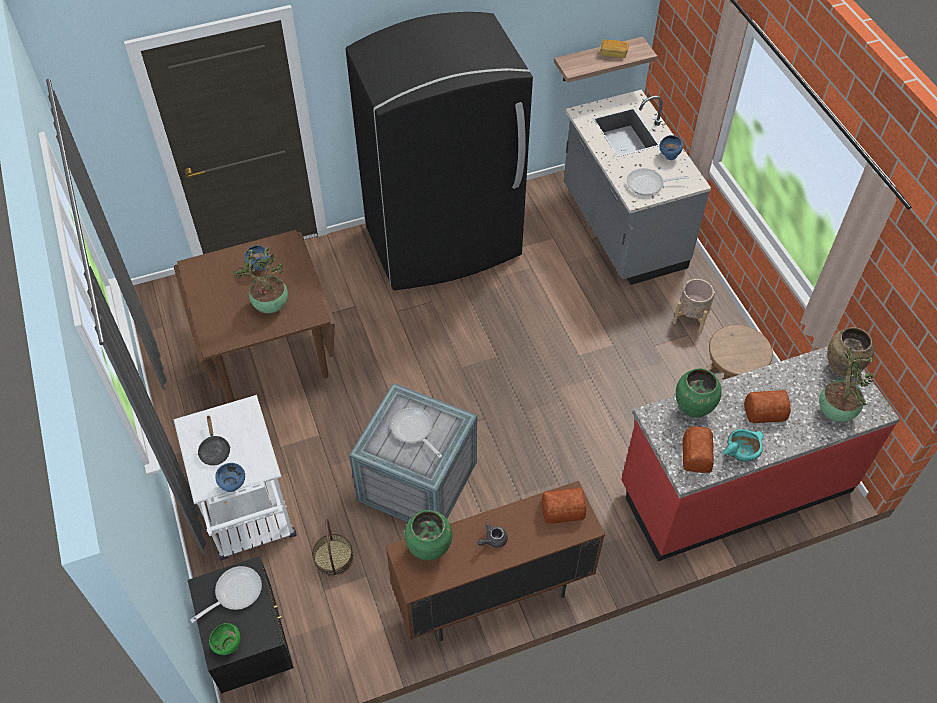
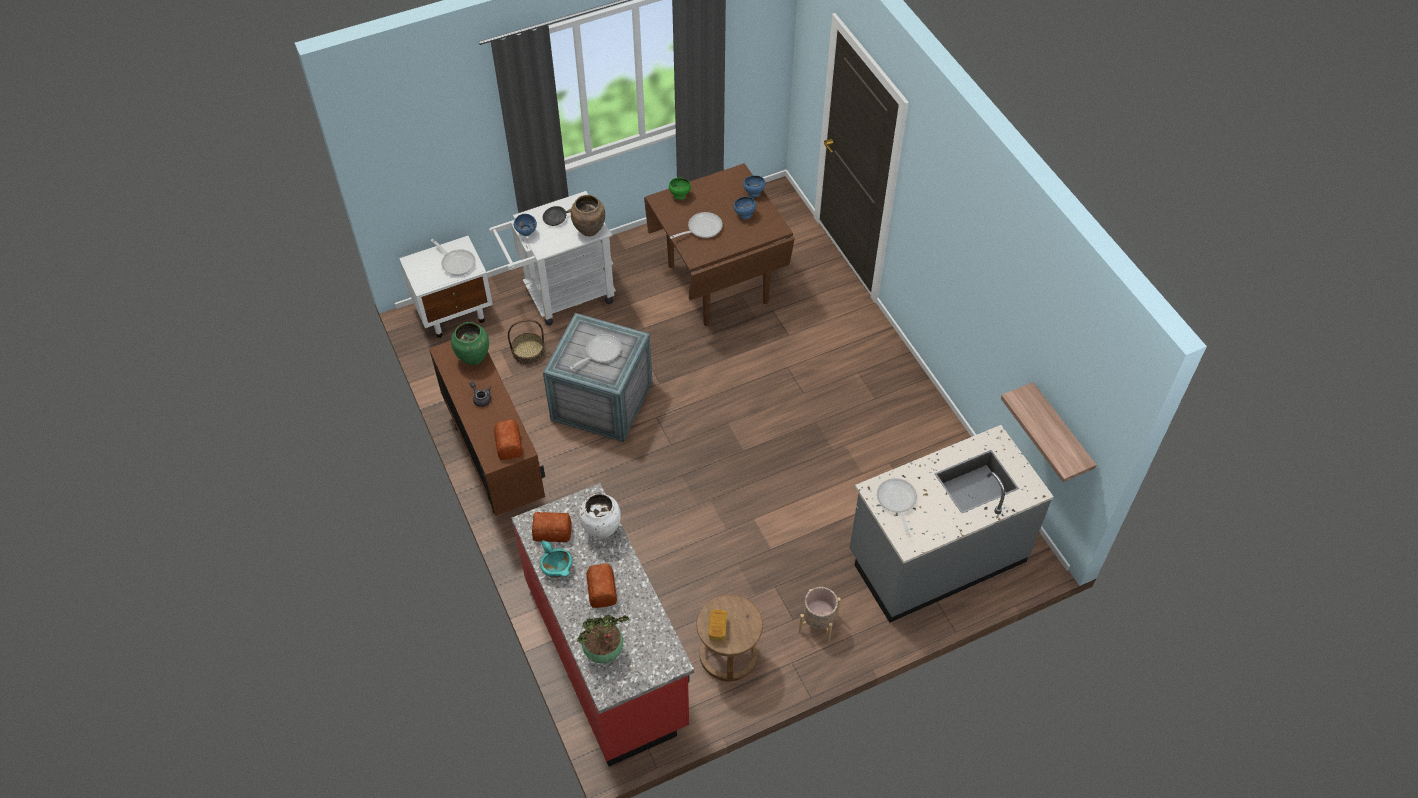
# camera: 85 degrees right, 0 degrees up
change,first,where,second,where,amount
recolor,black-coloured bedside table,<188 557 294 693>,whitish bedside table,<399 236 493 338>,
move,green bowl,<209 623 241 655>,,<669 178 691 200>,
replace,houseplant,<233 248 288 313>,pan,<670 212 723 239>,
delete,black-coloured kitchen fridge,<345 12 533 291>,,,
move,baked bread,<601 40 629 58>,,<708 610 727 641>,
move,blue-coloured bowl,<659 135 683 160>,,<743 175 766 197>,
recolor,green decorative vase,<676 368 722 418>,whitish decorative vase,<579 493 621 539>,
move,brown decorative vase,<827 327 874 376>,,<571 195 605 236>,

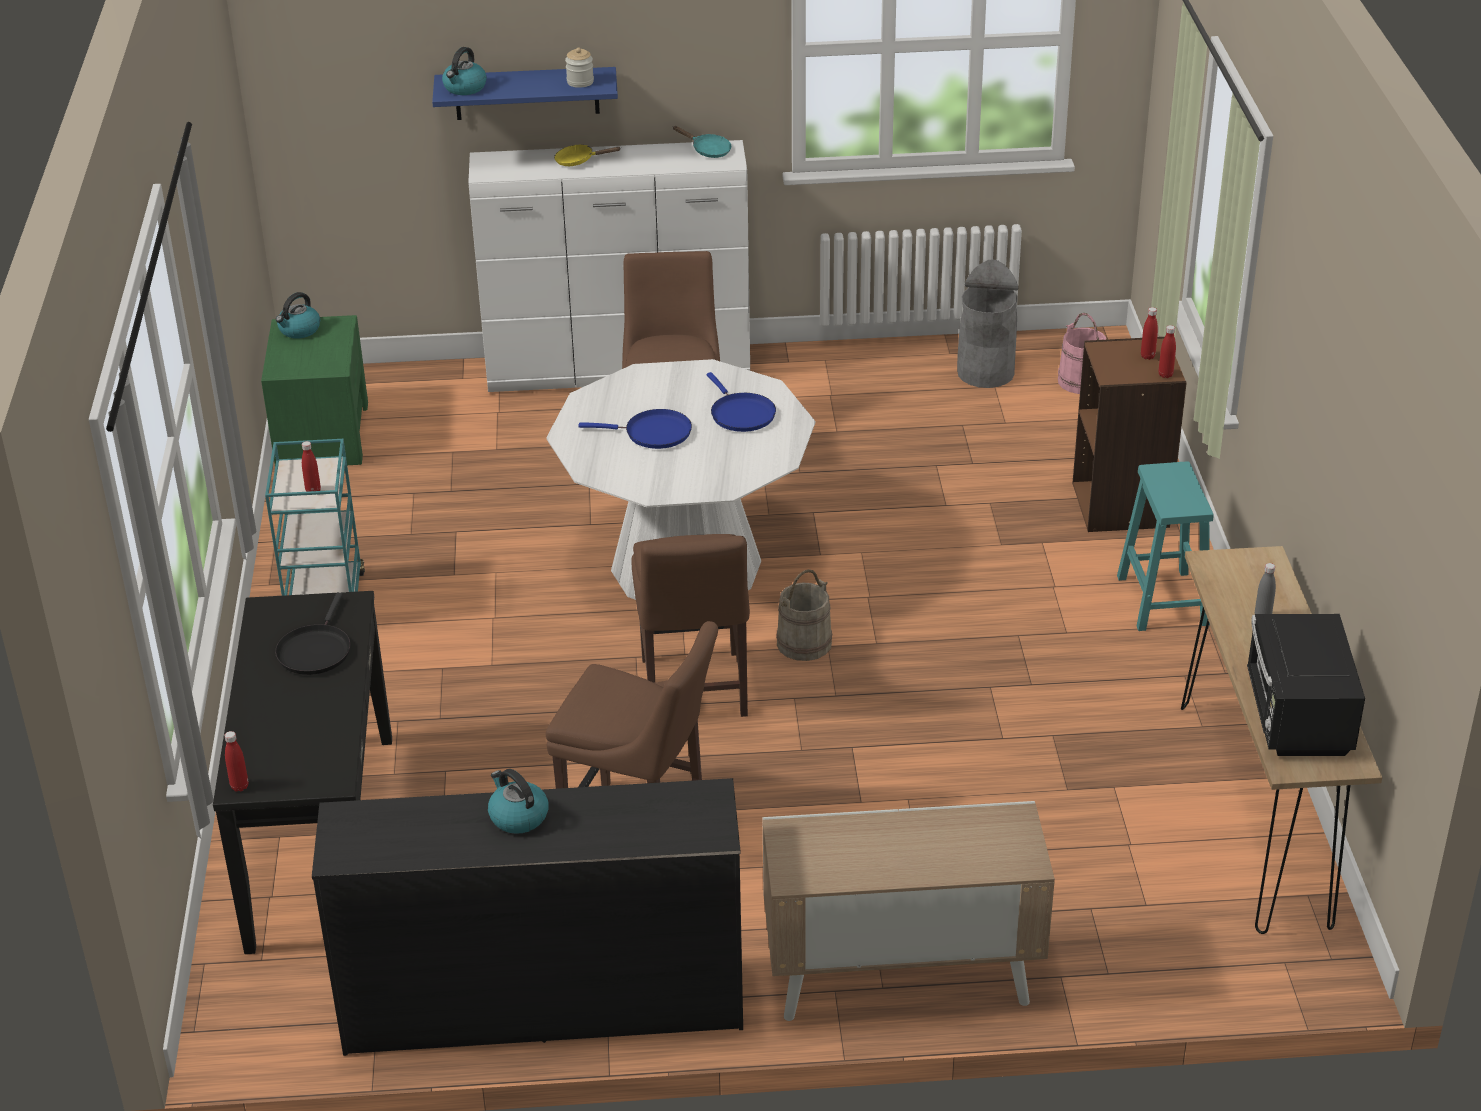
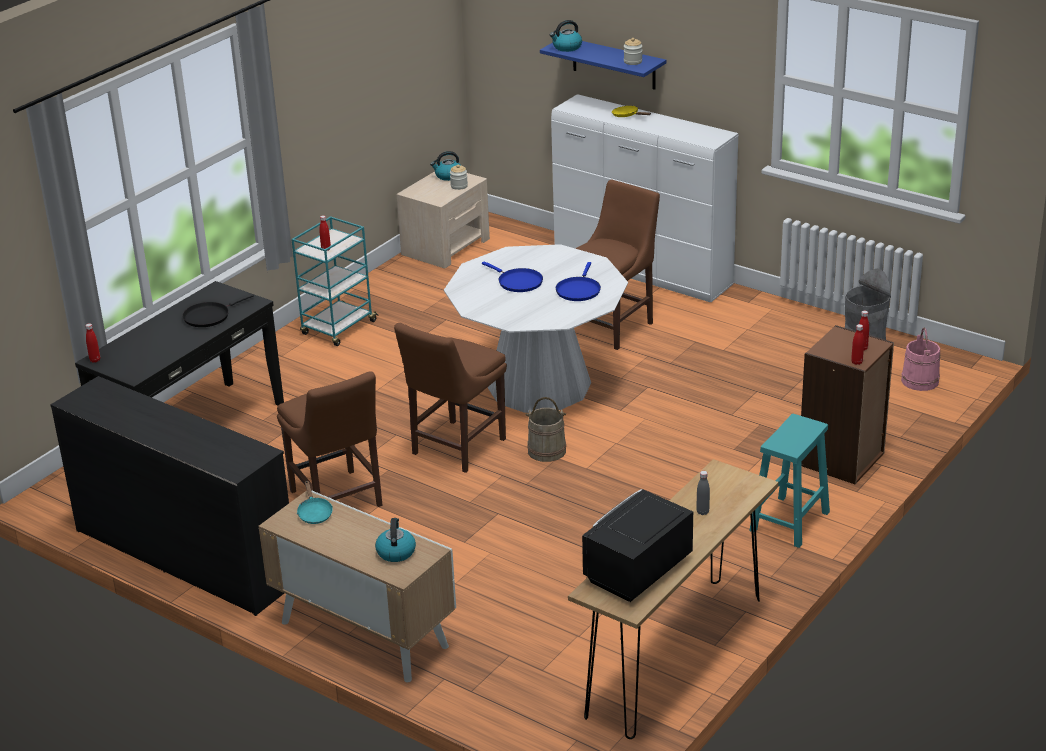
# camera: 40 degrees right, 5 degrees down
change,first,where,second,where,amount
recolor,green bedside table,<261 315 368 465>,sand-coloured bedside table,<396 171 490 268>,
move,kettle,<488 769 548 834>,,<375 518 416 562>,
move,turquoise-coloured pan,<673 126 731 158>,,<297 481 333 524>,
insert,,,jar,<450 165 468 190>,

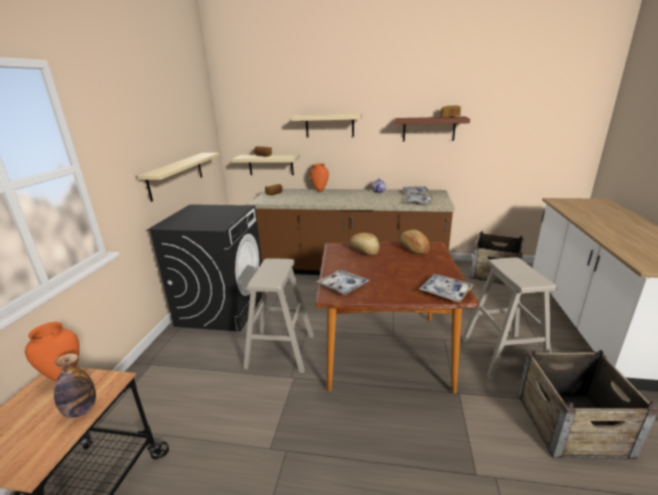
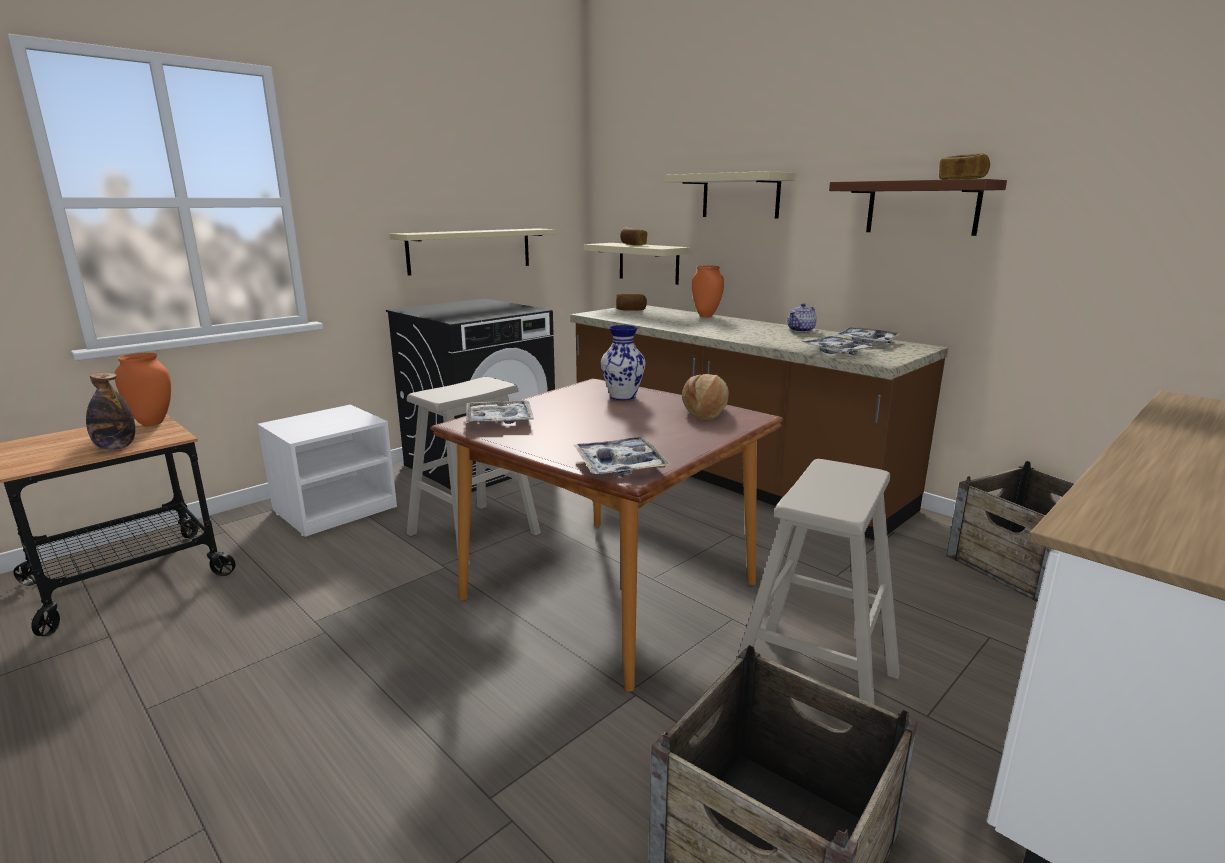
# camera: 35 degrees right, 5 degrees down
change,first,where,second,where,amount
replace,baked bread,<349 232 380 255>,decorative vase,<601 325 646 400>,
insert,,,whitish bedside table,<257 405 397 537>,

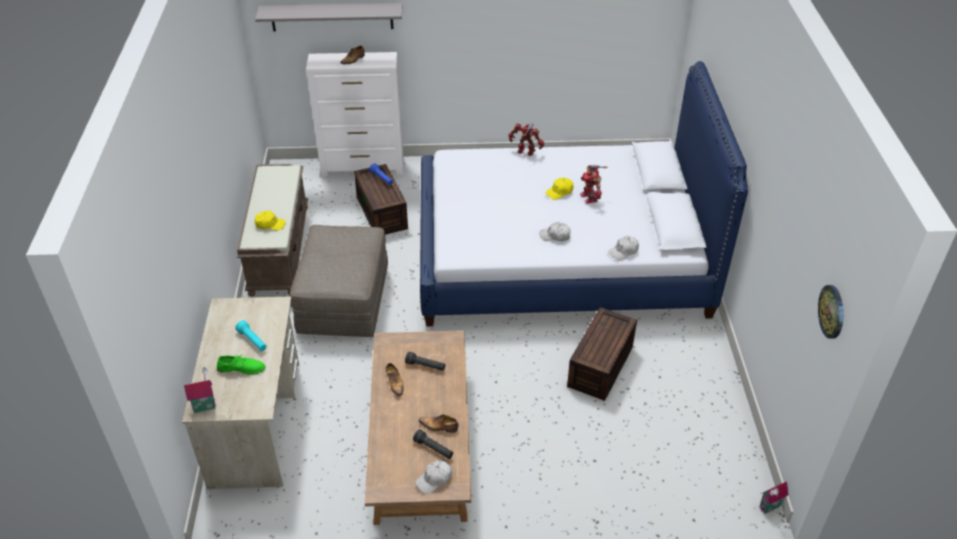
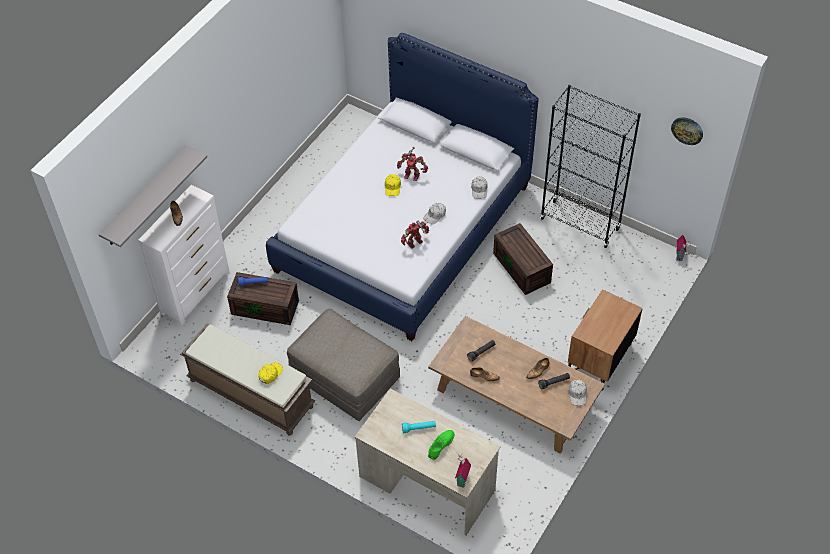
# camera: 55 degrees left, 10 degrees up
change,first,where,second,where,amount
move,model robot,<509 123 544 156>,,<401 220 429 248>,
insert,,,black-coloured bookshelf,<540 85 641 248>,
insert,,,brown bedside table,<568 289 643 390>,

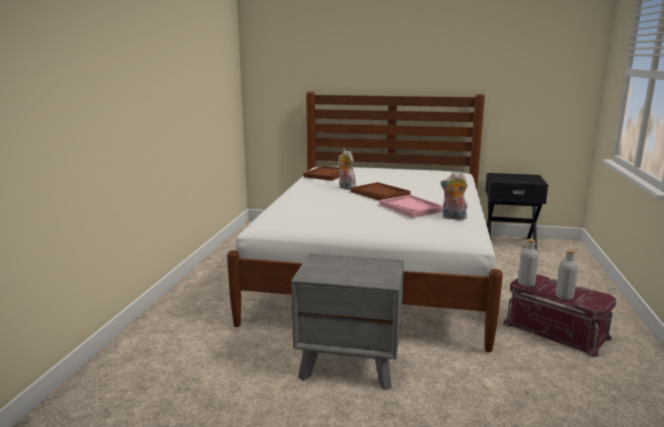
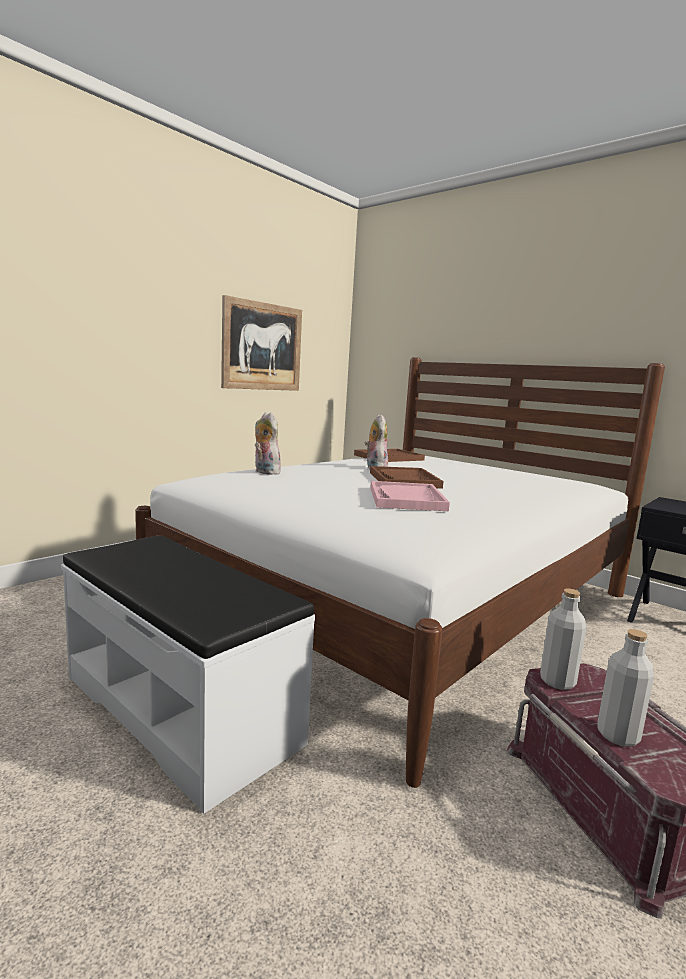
# camera: 30 degrees right, 5 degrees down
change,first,where,second,where,amount
replace,gray bedside table,<291 253 404 390>,whitish bench,<61 535 315 814>,
move,cuddly toy,<440 173 468 221>,,<255 412 283 475>,
insert,,,picture,<221 295 302 391>,

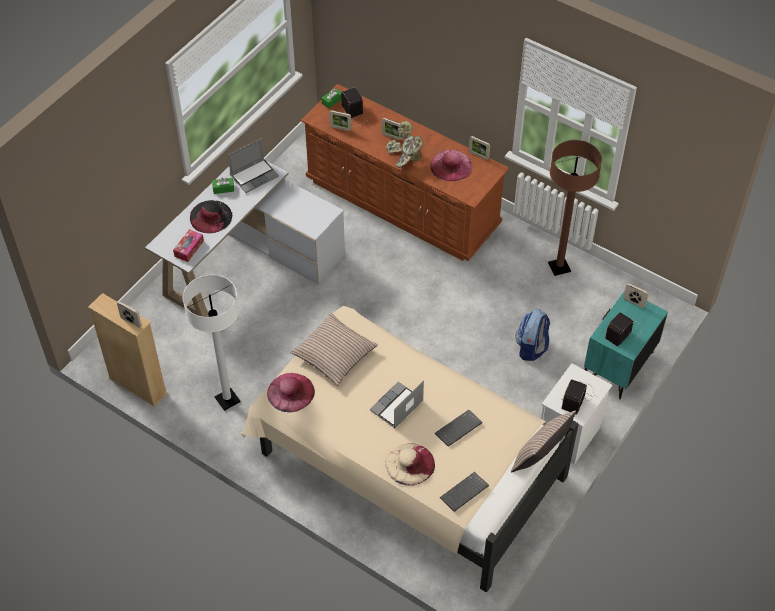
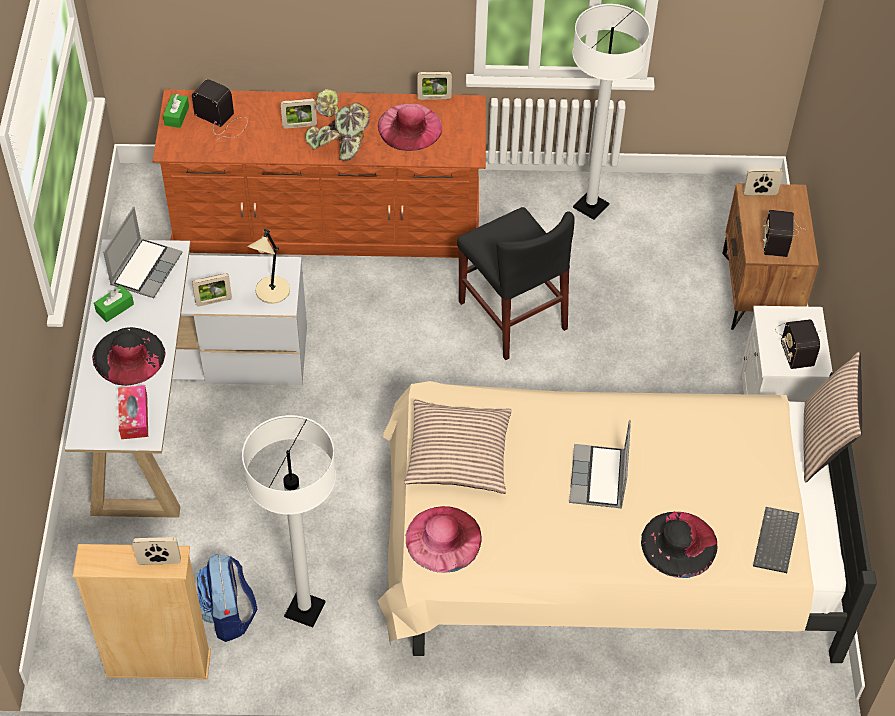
# camera: 35 degrees left, 0 degrees up
change,first,where,second,where,amount
move,standing frame,<329 110 351 131>,,<192 273 232 306>,
recolor,sand-coloured wearable hat,<386 443 435 486>,black-coloured wearable hat,<641 512 717 578>,
delete,PC keyboard,<435 410 483 447>,,,
move,rucksack,<515 309 550 361>,,<197 554 257 642>,
recolor,brown standing lamp,<548 140 602 276>,whitish standing lamp,<572 4 650 220>,
recolor,turquoise-coloured bedside table,<584 291 668 399>,brown bedside table,<722 183 819 330>,
insert,,,sand-coloured lamp for a table,<247 229 290 304>,
insert,,,black-coloured chair,<457 207 575 360>,

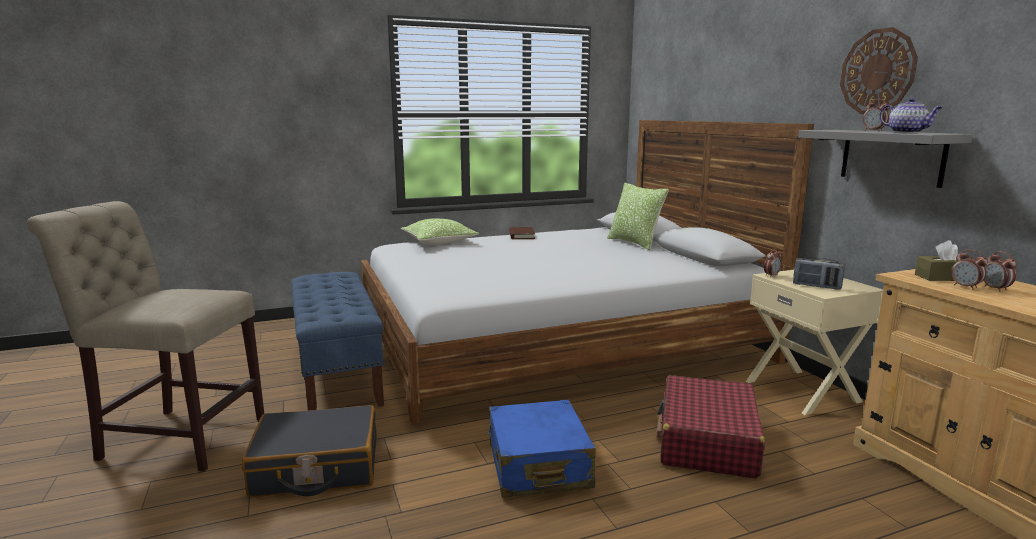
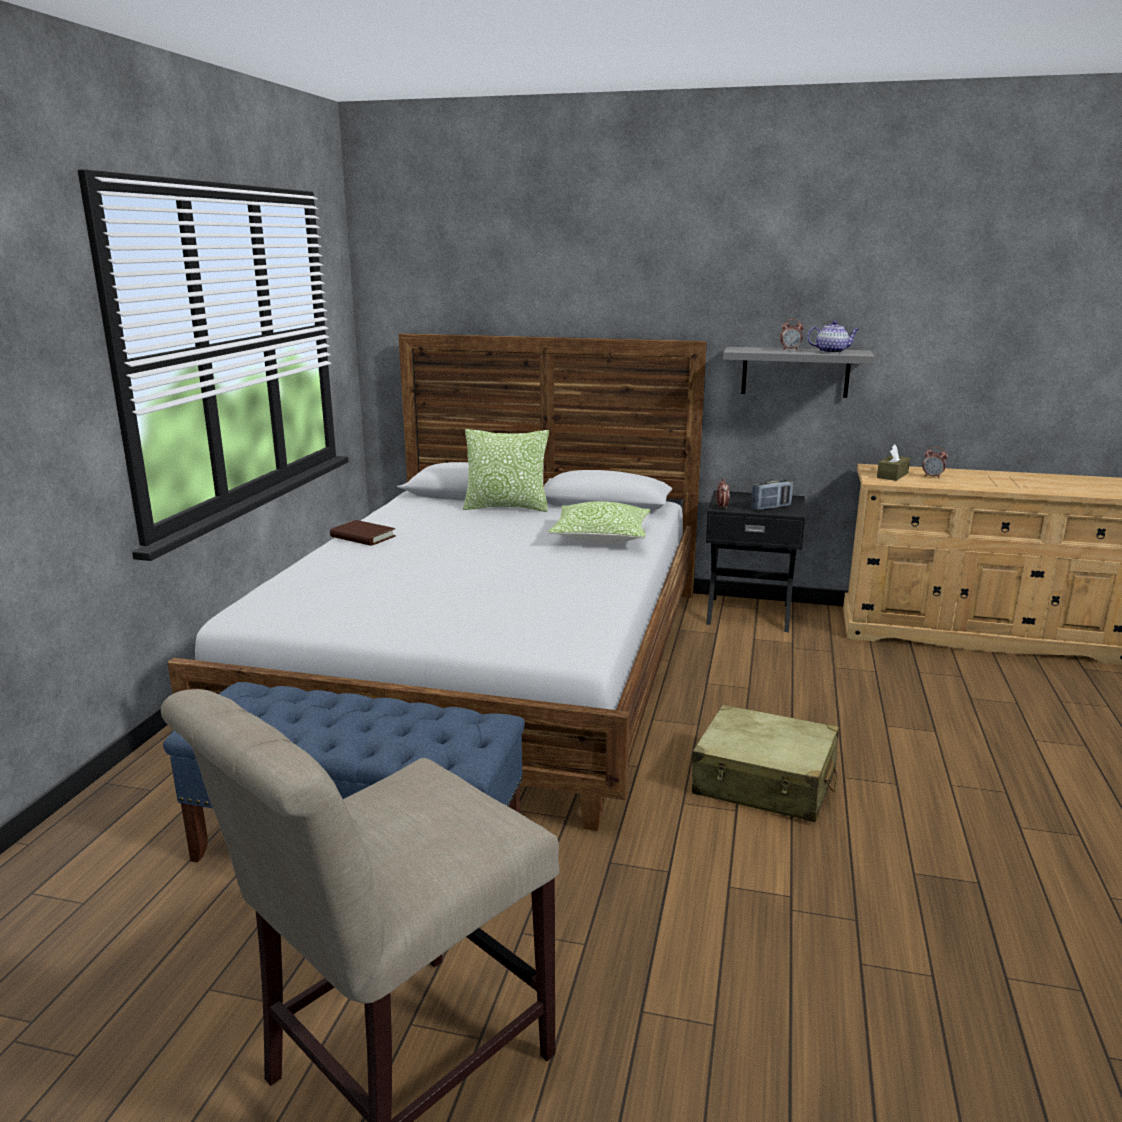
# camera: 55 degrees left, 5 degrees up
change,first,where,second,where,amount
delete,black-coloured suitcase,<242 405 377 497>,,,
move,pillow,<401 219 479 245>,,<548 501 650 543>,
recolor,blue-coloured suitcase,<488 400 596 498>,sand-coloured suitcase,<692 705 839 822>,
delete,red-coloured suitcase,<656 375 765 479>,,,
recolor,sand-coloured bedside table,<746 270 883 415>,black-coloured bedside table,<706 491 805 632>,
delete,wall clock,<840 27 918 114>,,,
delete,alarm clock,<951 250 988 290>,,,

